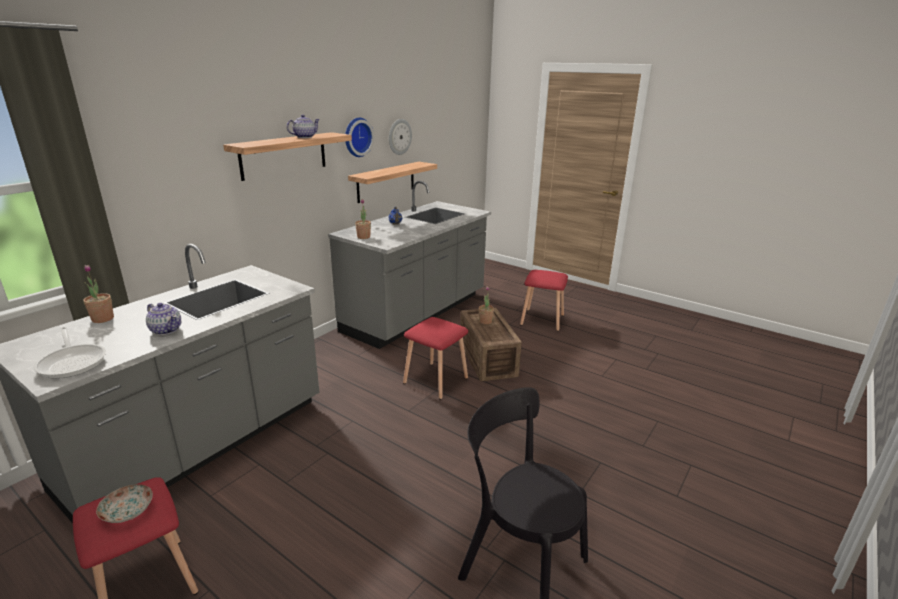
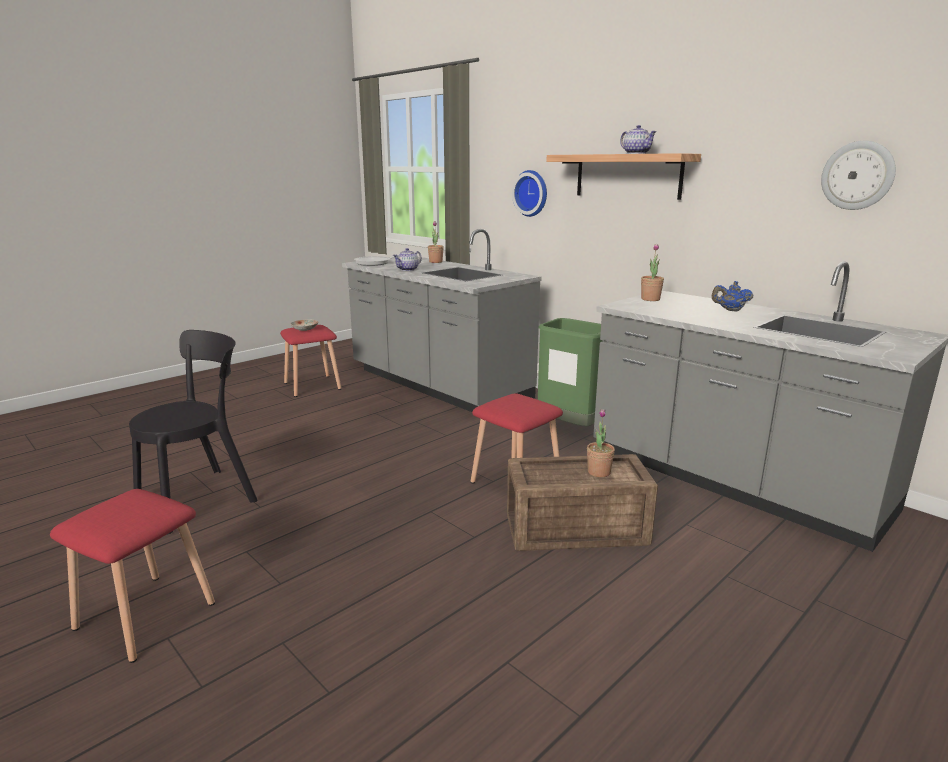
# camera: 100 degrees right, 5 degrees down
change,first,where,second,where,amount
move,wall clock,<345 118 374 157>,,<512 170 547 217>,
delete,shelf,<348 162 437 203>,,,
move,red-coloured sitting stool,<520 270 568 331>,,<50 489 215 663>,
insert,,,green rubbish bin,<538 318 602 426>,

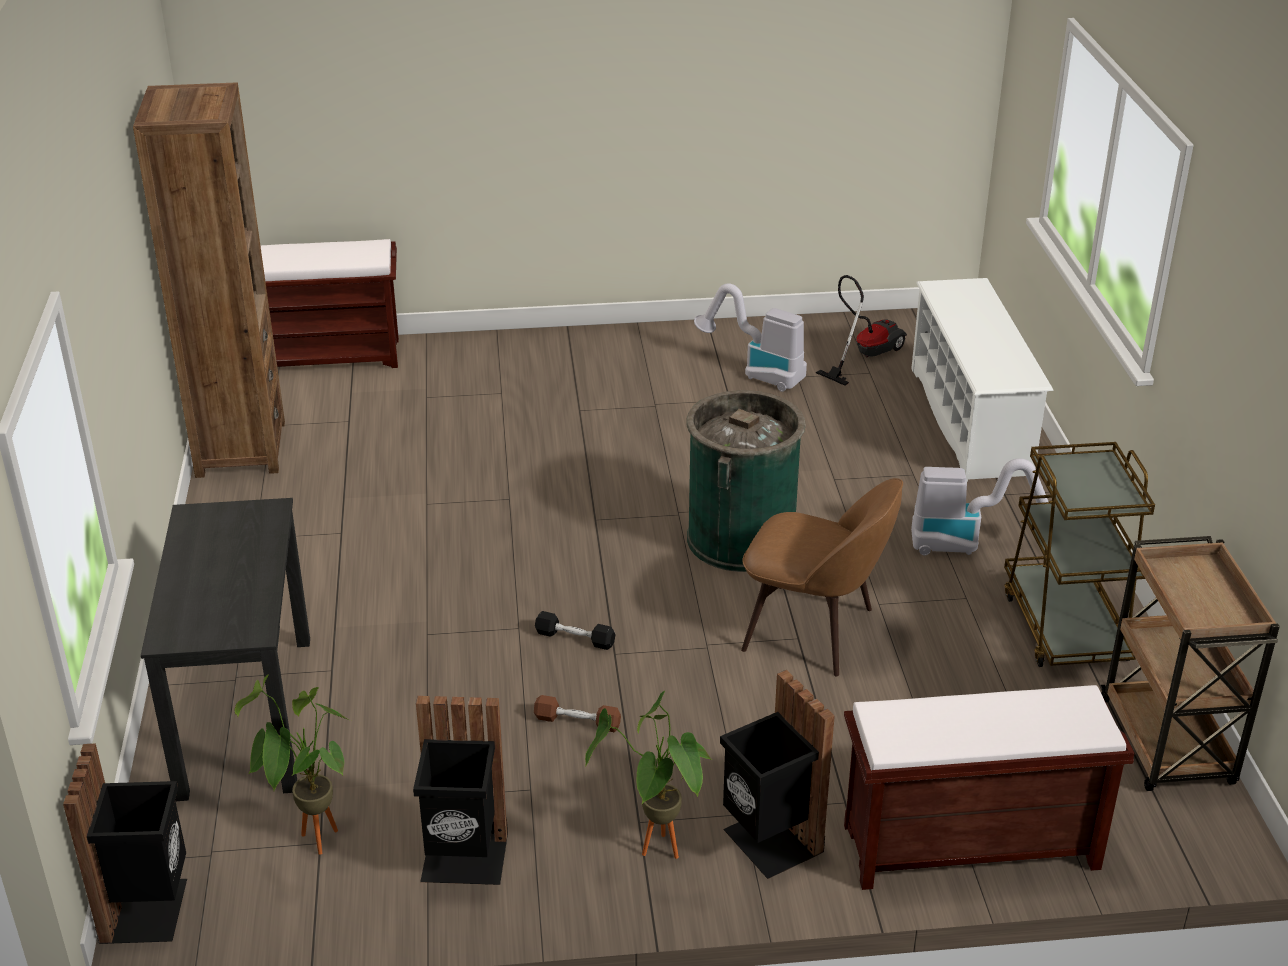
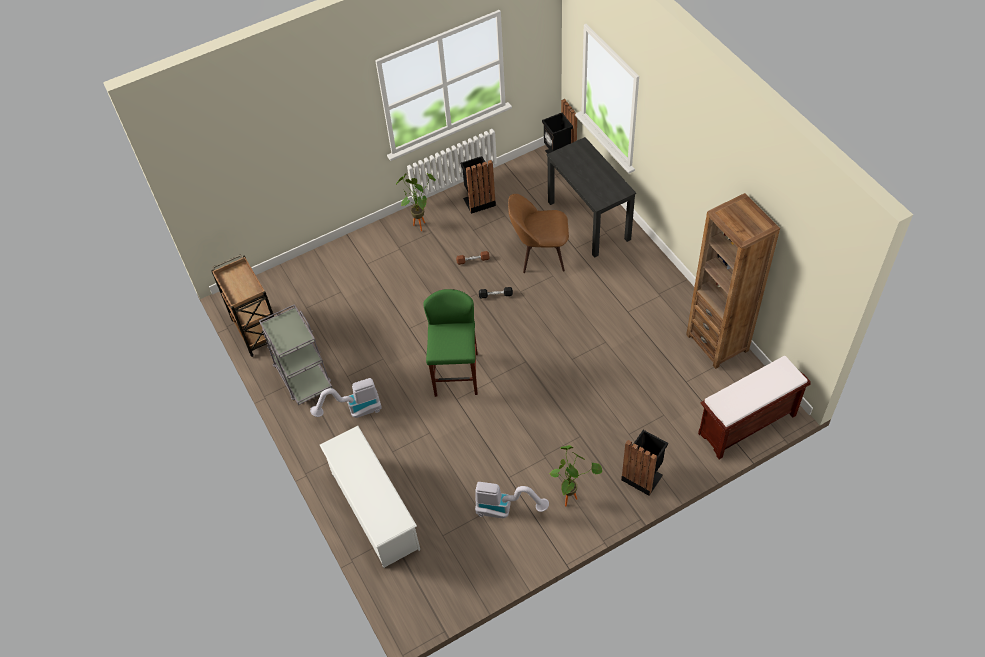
# camera: 160 degrees right, 20 degrees up
change,first,where,second,where,amount
move,houseplant,<234 674 351 855>,,<549 445 602 507>,
replace,green rubbish bin,<686 390 806 572>,green sitting stool,<423 289 478 397>,
move,black-coloured rubbish bin,<720 670 835 879>,,<621 430 668 496>,
move,brown chair,<741 478 903 676>,,<508 194 569 273>,
delete,vacuum,<816 275 907 386>,,,
delete,brown bench,<844 685 1134 890>,,,
recolor,brown cart,<1004 442 1155 667>,gray cart,<259 304 333 405>,

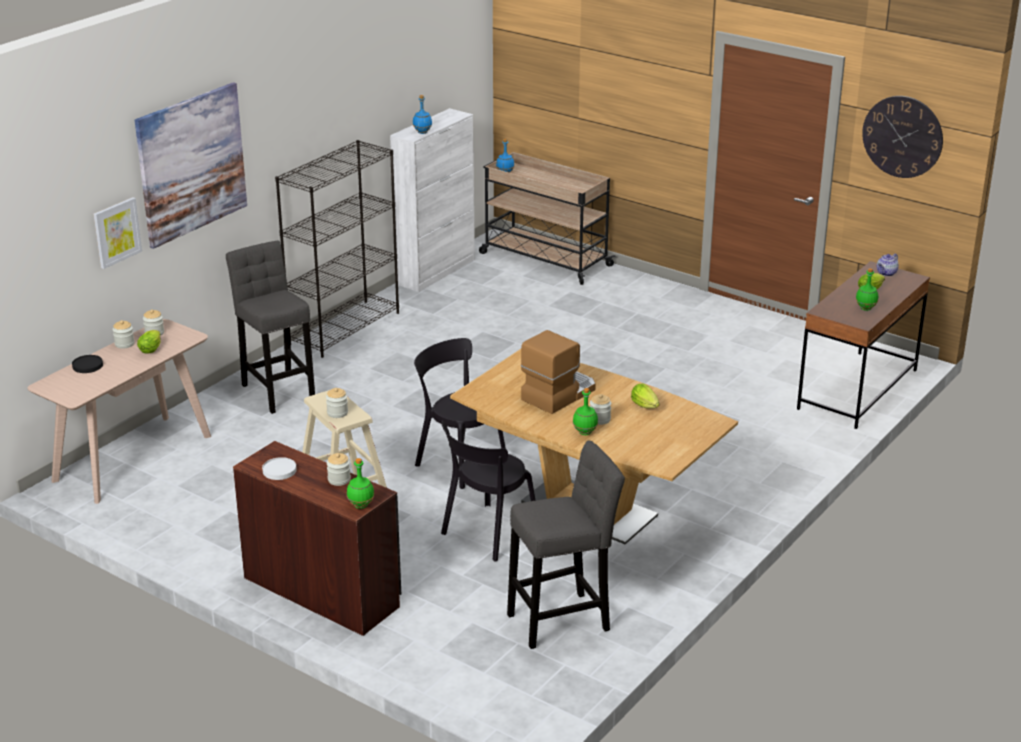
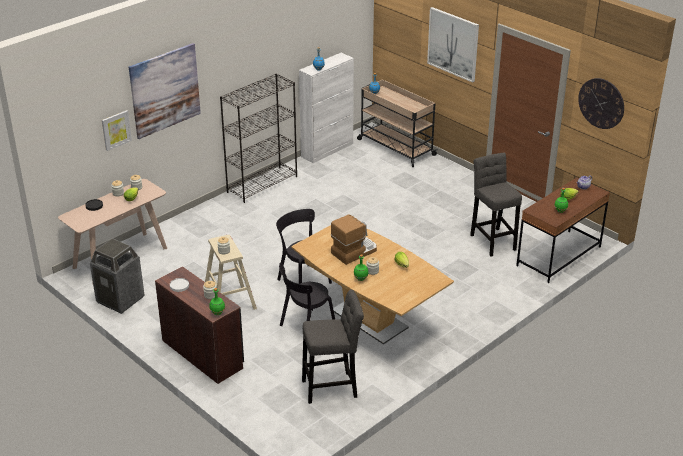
# camera: 10 degrees right, 5 degrees up
change,first,where,second,where,amount
move,gray sitting stool,<226 241 315 414>,,<470 153 522 257>,
insert,,,rubbish bin,<90 238 145 314>,
insert,,,picture,<427 7 479 83>,

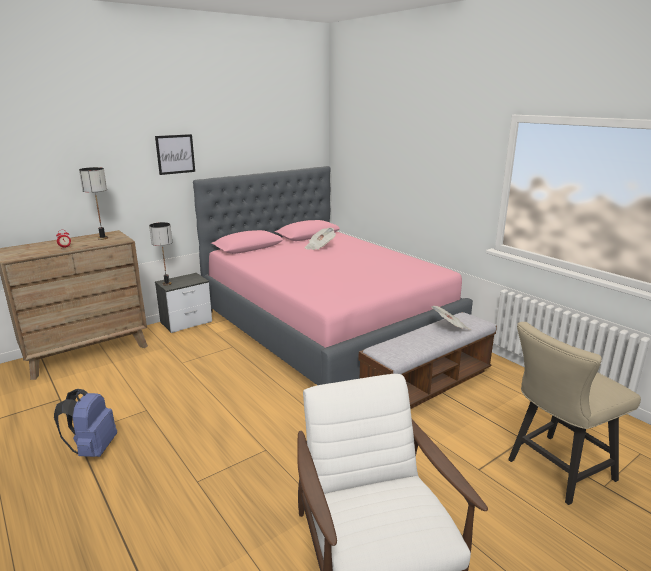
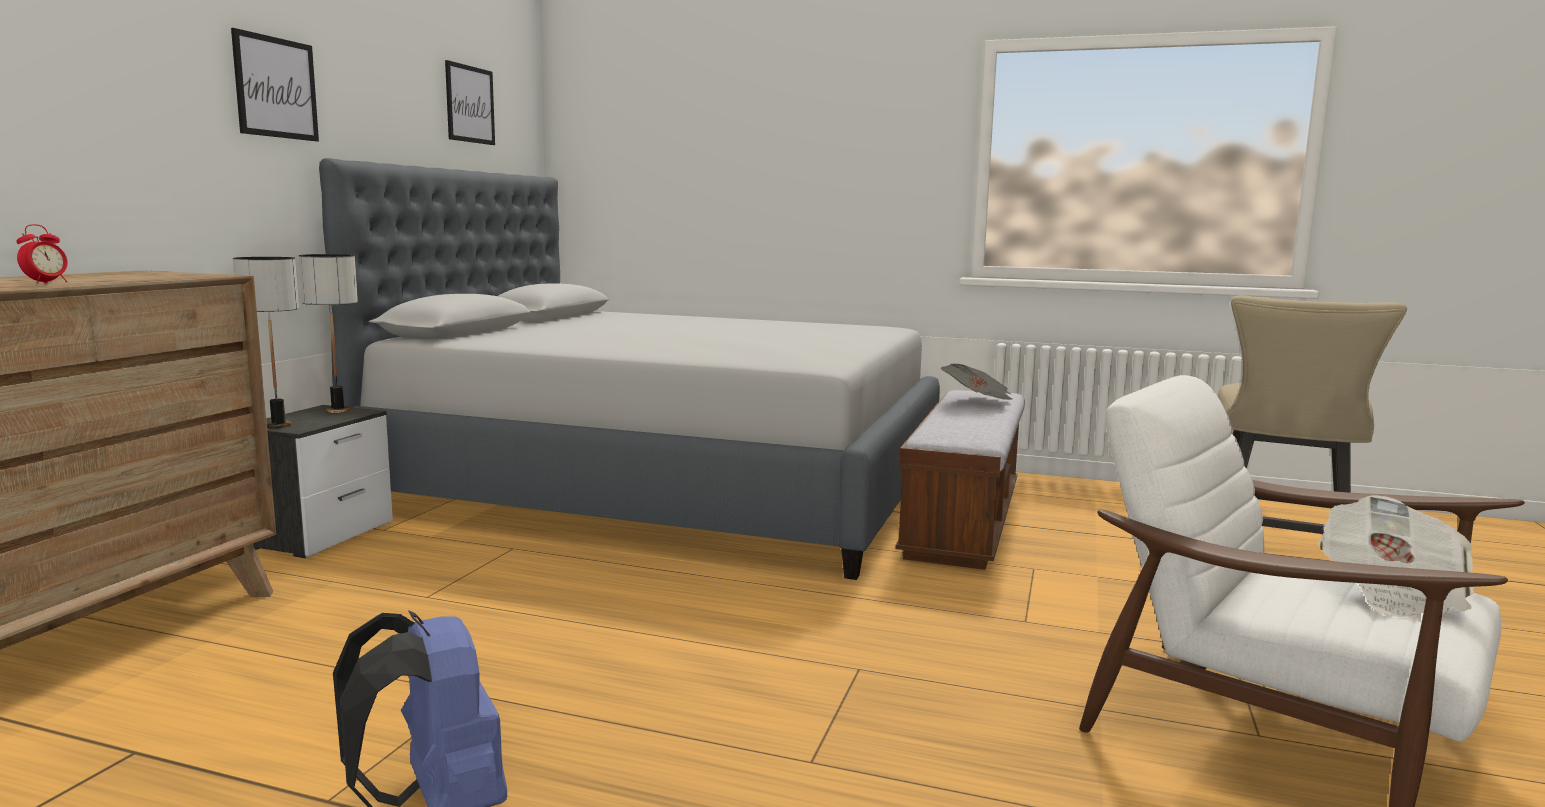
# camera: 35 degrees left, 10 degrees down
change,first,where,second,where,amount
move,lamp for a table,<79 167 108 240>,,<299 254 358 413>,
recolor,pink-coloured sleeping bed,<193 166 473 385>,gray sleeping bed,<319 158 940 580>,
move,printed paper,<304 228 336 250>,,<1319 495 1474 617>,
insert,,,picture,<445 60 495 145>,

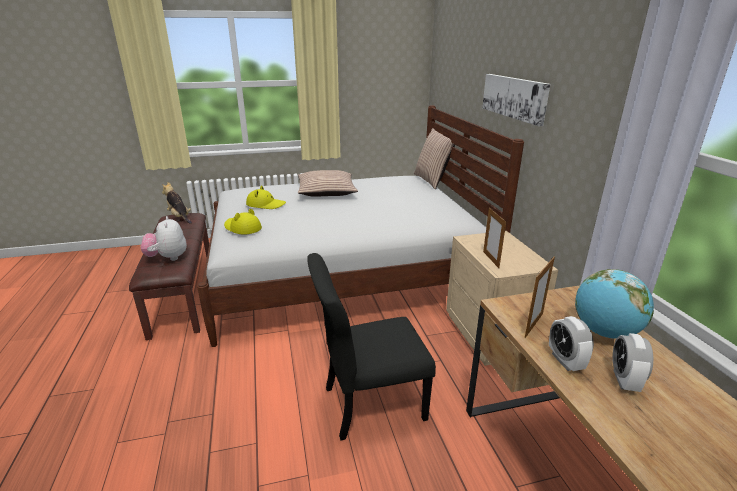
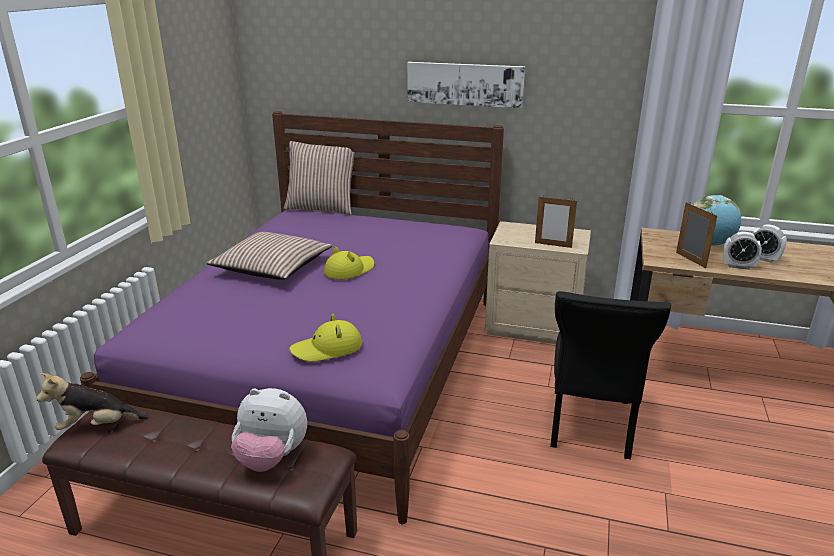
# camera: 60 degrees left, 0 degrees up
change,first,where,second,where,amount
recolor,whitish sleeping bed,<197 106 524 347>,purple-coloured sleeping bed,<80 111 504 525>,
move,yellowish wearable hat,<246 185 286 209>,,<324 247 374 280>,

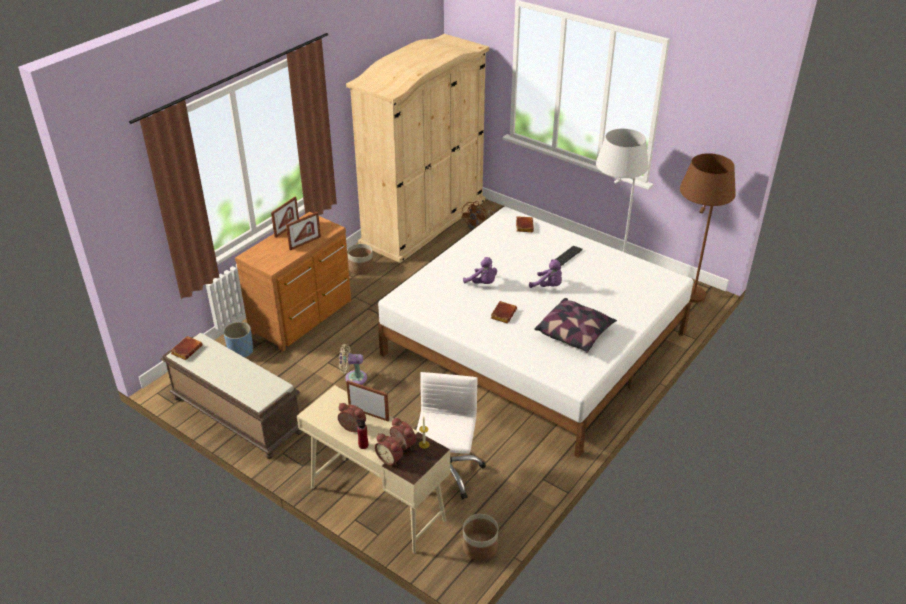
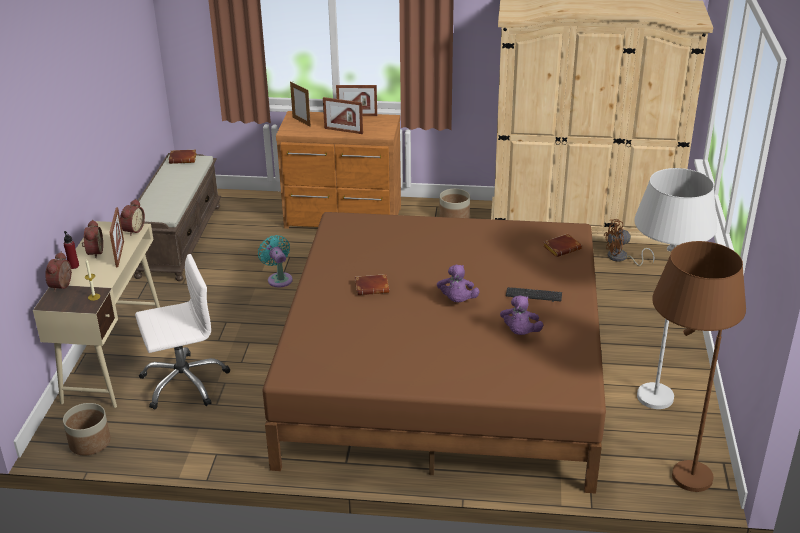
# camera: 60 degrees right, 5 degrees down
change,first,where,second,where,amount
delete,blue-coloured flower pot,<223 322 253 357>,,,
recolor,sand-coloured cooling fan,<339 344 367 385>,turquoise-coloured cooling fan,<258 235 293 287>,
recolor,whitish sleeping bed,<378 207 694 458>,brown sleeping bed,<263 212 606 494>,
move,alarm clock,<390 418 416 450>,,<120 199 145 236>,
move,purple-coloured cuddly toy,<463 257 497 284>,,<500 295 543 335>,
delete,pillow,<534 298 617 353>,,,
insert,,,standing frame,<290 82 311 127>,

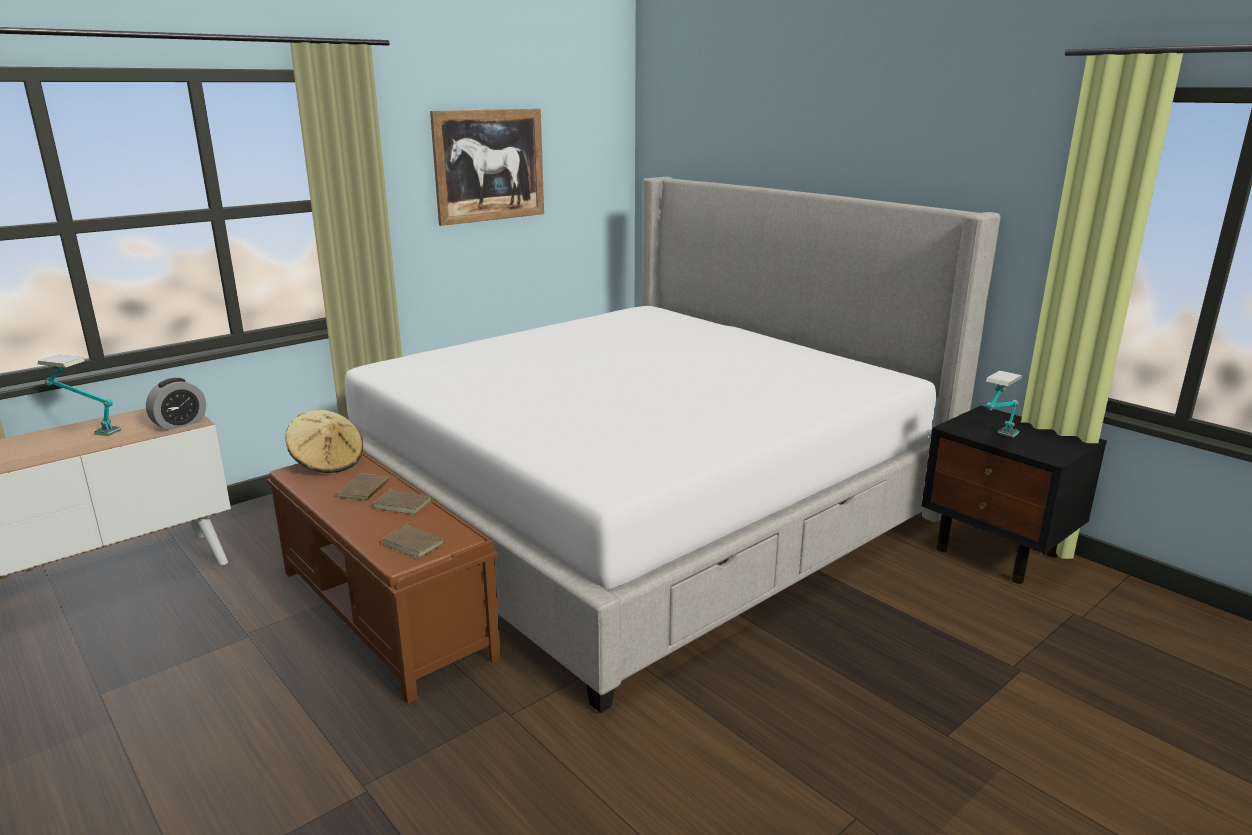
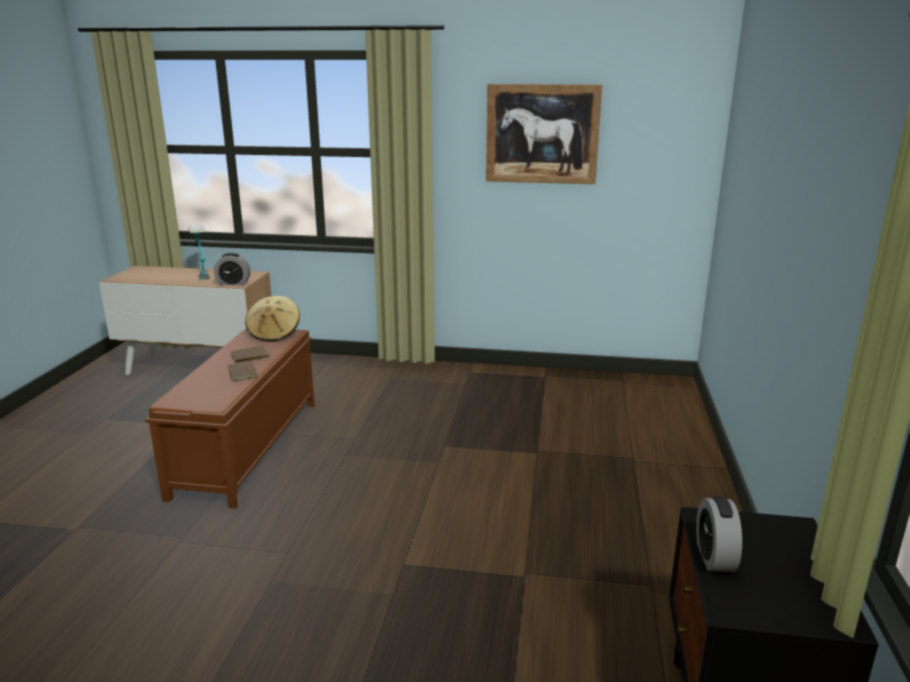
# camera: 50 degrees right, 0 degrees up
change,first,where,second,where,amount
delete,sleeping bed,<344 177 1001 713>,,,
delete,brown volume,<382 521 445 559>,,,
replace,lamp for a table,<986 370 1022 438>,alarm clock,<696 496 742 572>,

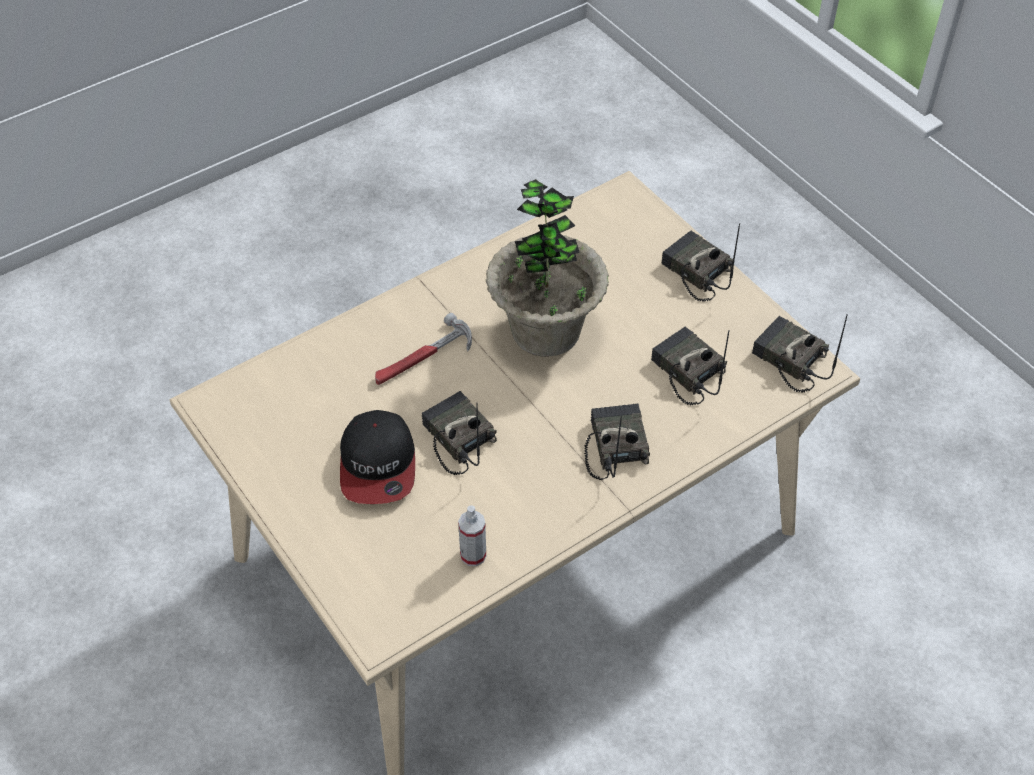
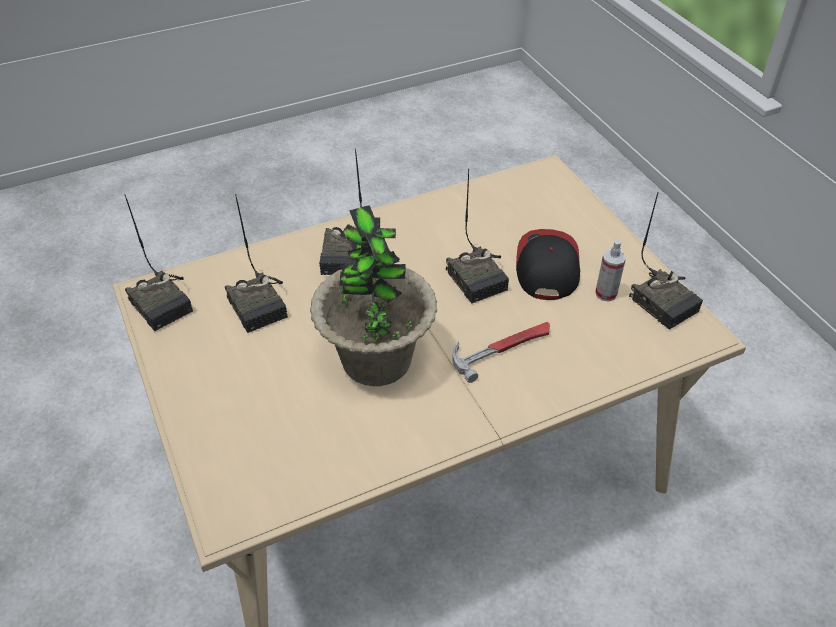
# camera: 170 degrees left, 5 degrees down
change,first,where,second,where,amount
move,hand sprayer,<458 505 486 566>,,<595 240 626 302>,
move,radio receiver,<661 223 740 302>,,<629 192 703 330>,

